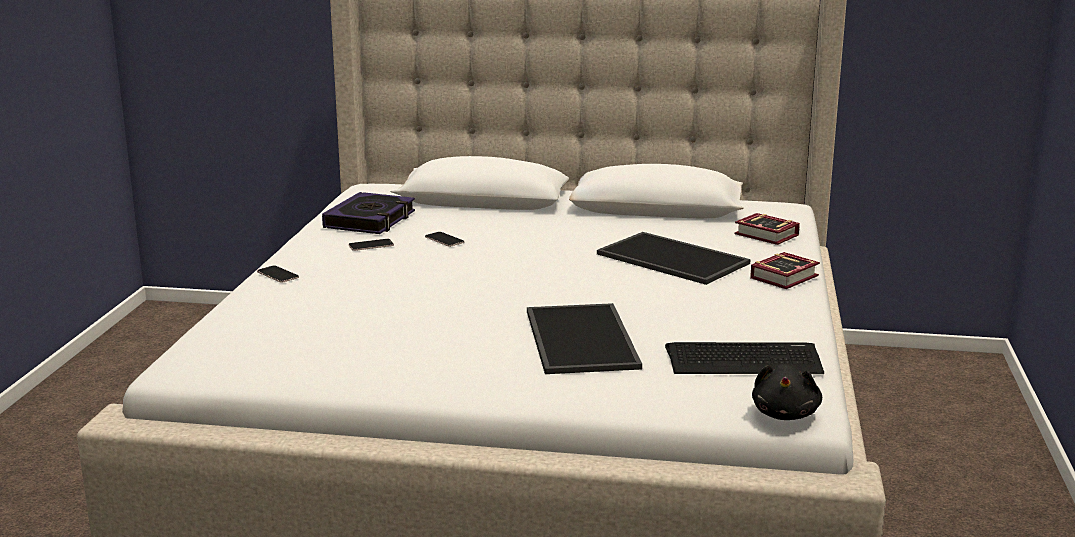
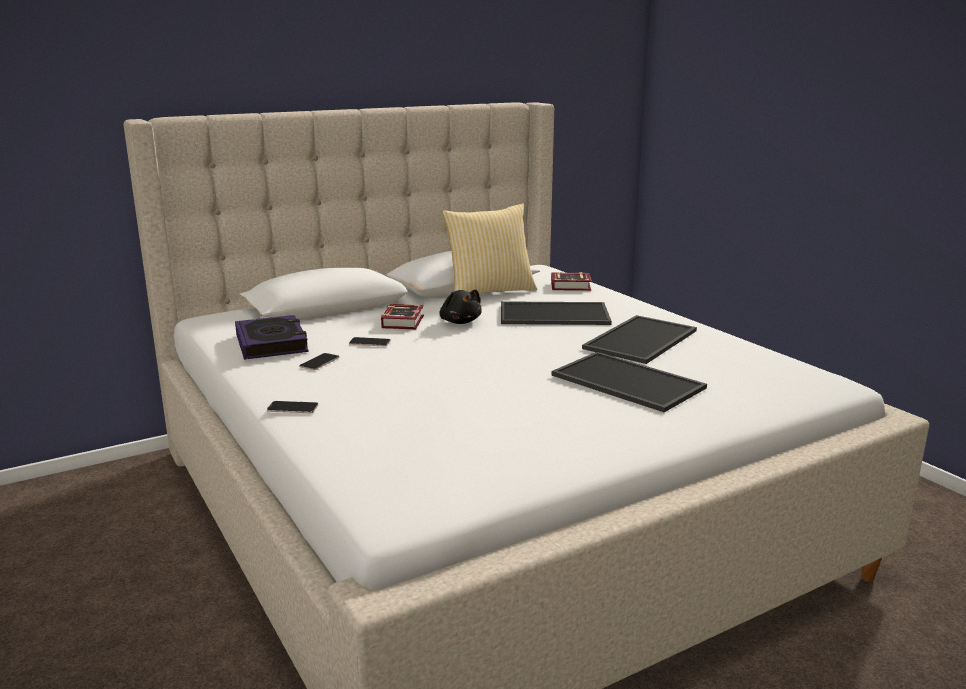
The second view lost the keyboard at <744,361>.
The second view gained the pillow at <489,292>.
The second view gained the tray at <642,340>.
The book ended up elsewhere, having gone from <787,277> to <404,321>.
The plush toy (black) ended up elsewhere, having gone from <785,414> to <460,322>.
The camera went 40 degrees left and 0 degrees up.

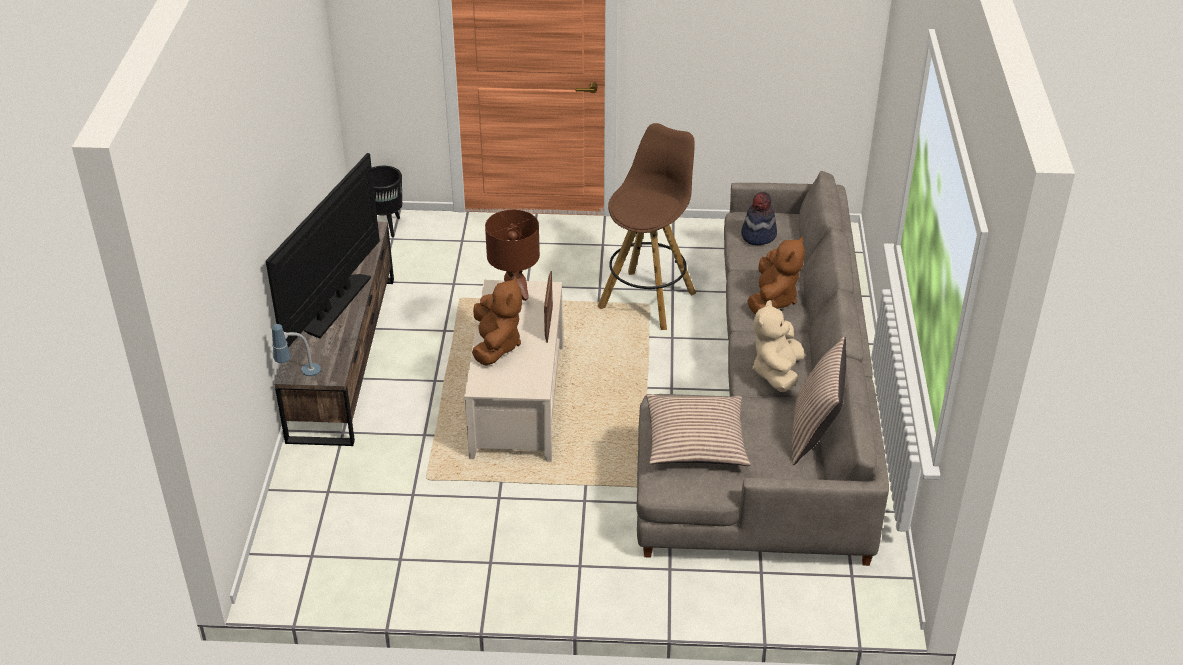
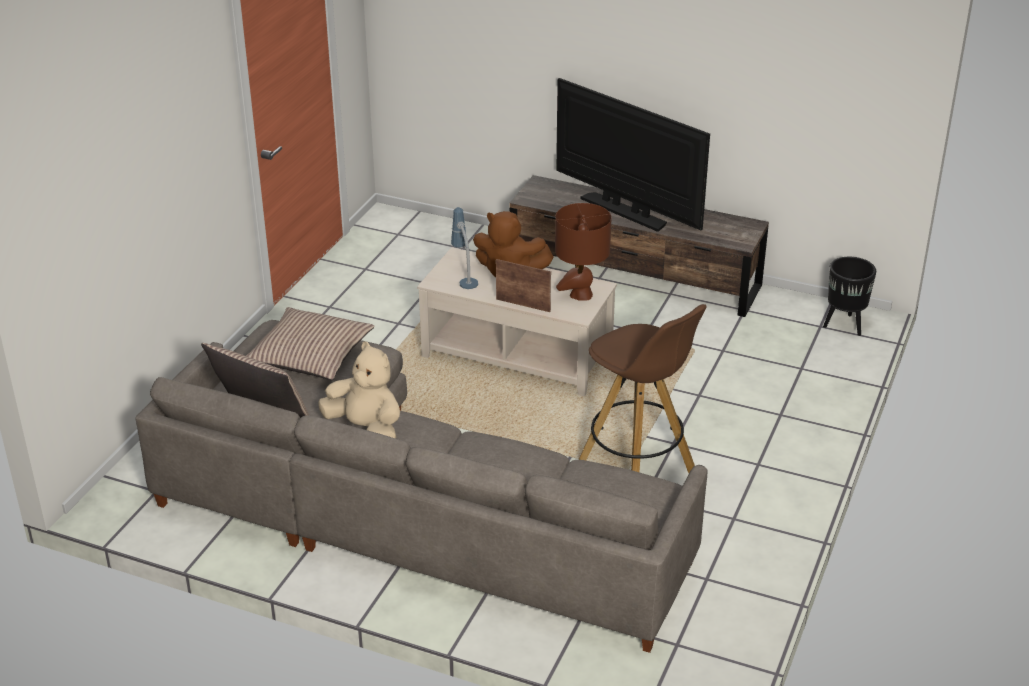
The second view lost the hat at <758,235>.
The second view lost the plush toy (brown) at <772,300>.
The table lamp ended up elsewhere, having gone from <299,376> to <464,277>.
The camera went 110 degrees right and 5 degrees down.

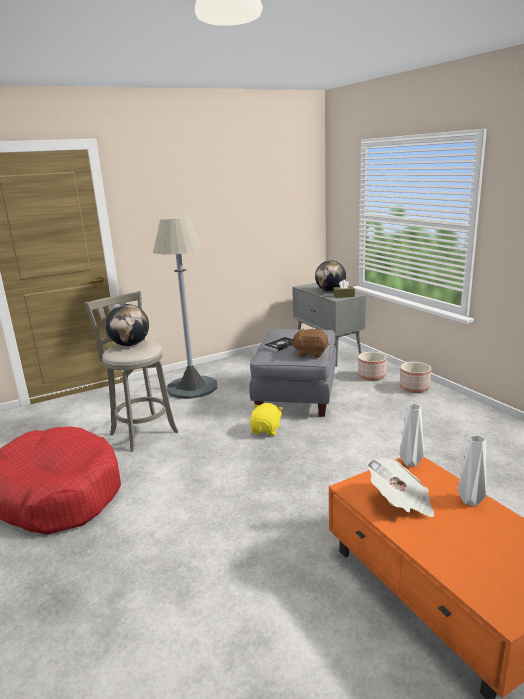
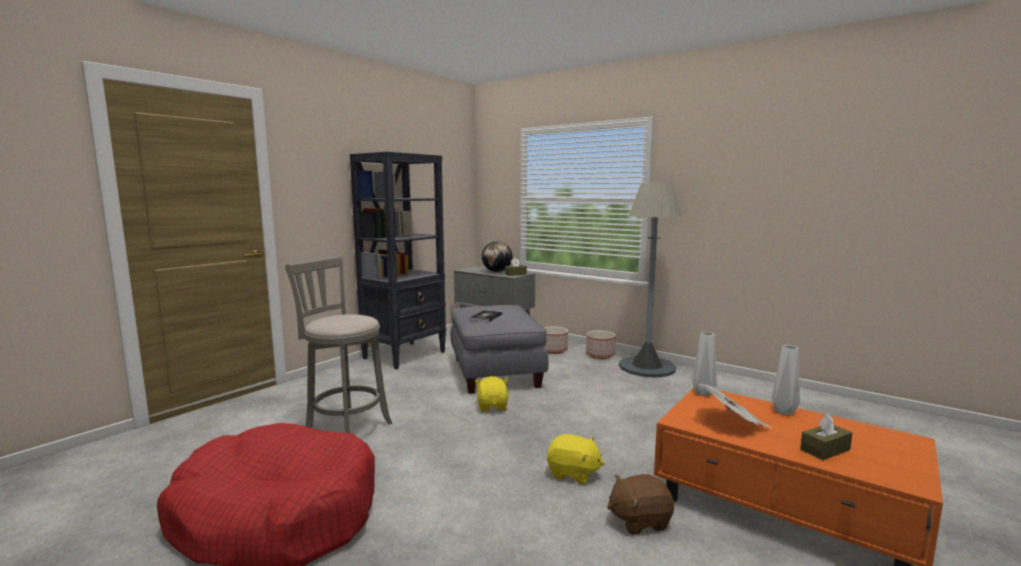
The second view lost the globe at <130,344>.
The second view gained the bookcase (black) at <405,355>.
The second view gained the plush toy (yellow) at <573,473>.
The second view gained the tissue box (brown) at <825,450>.
The floor lamp (grey) ended up elsewhere, having gone from <192,387> to <647,367>.
The plush toy (brown) ended up elsewhere, having gone from <310,353> to <639,520>.
The camera went 25 degrees left and 10 degrees down.

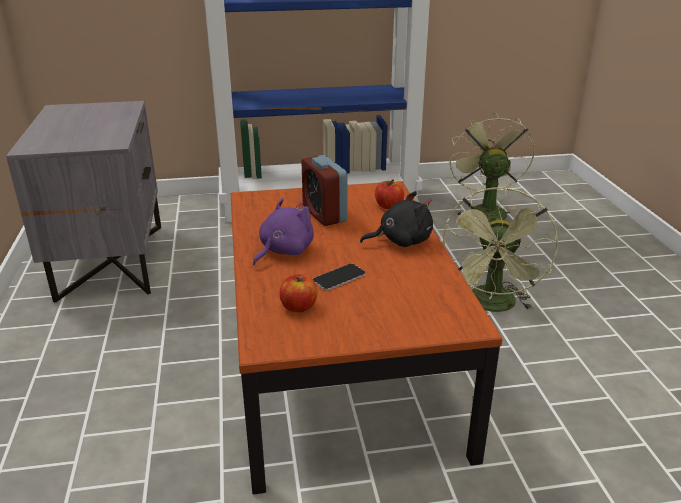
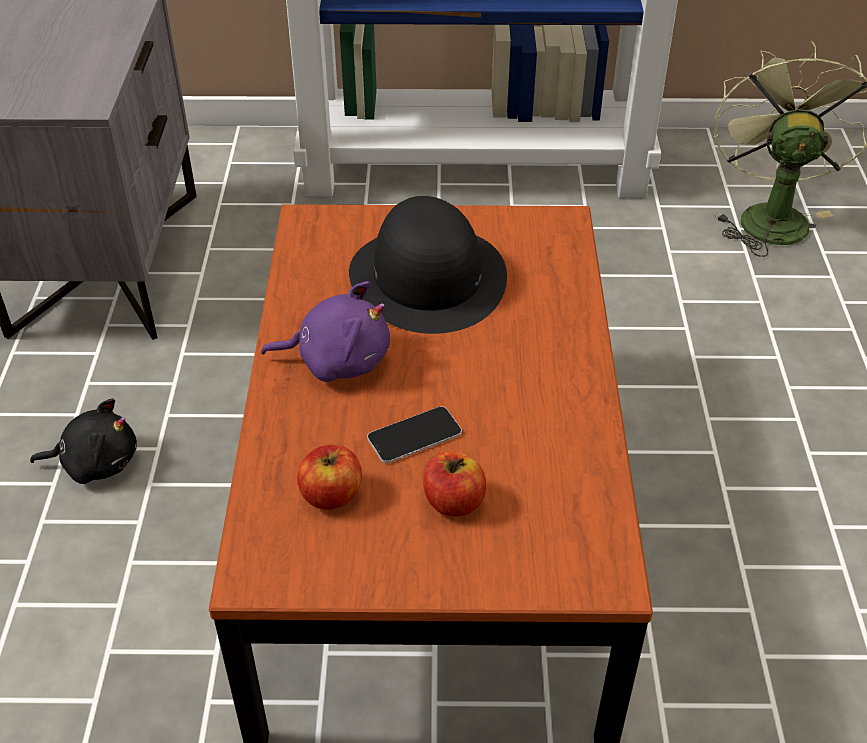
The second view lost the fan (green) at <493,306>.
The plush toy (black) ended up elsewhere, having gone from <401,241> to <96,462>.
The apple ended up elsewhere, having gone from <388,206> to <453,502>.
Where the alarm clock stood at <324,214>, the hat (black) came to stand at <428,278>.
The plush toy (purple) at <283,251> ended up facing another way, 45 degrees clockwise from before.
The camera went 10 degrees right and 15 degrees up.

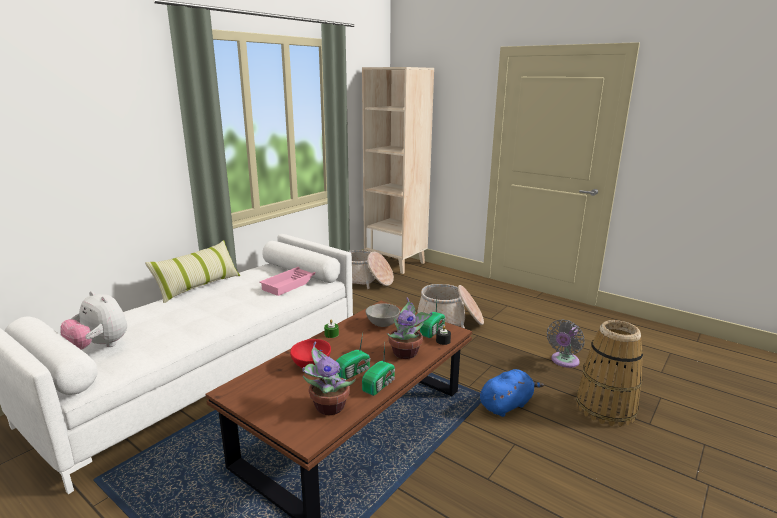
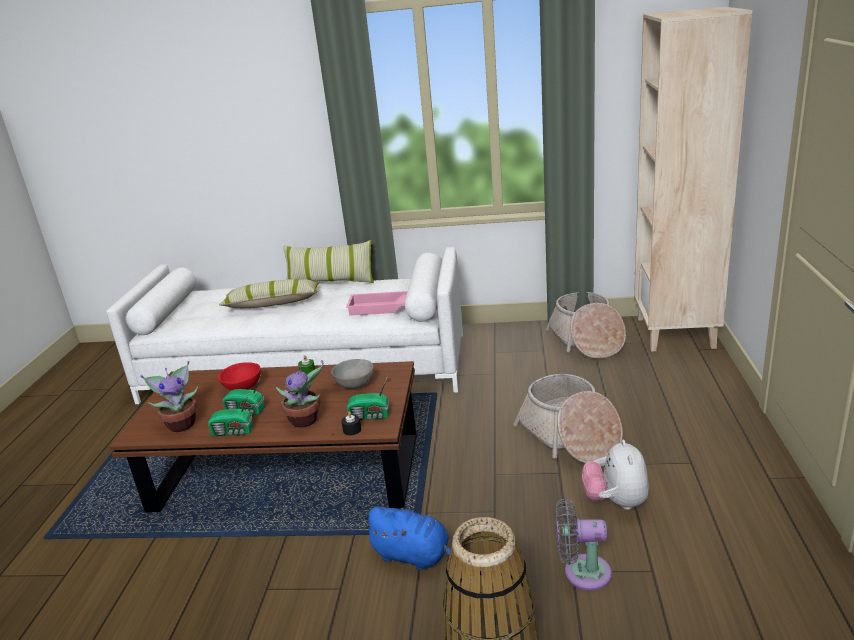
The second view gained the pillow at <273,304>.
The plush toy ended up elsewhere, having gone from <100,346> to <615,502>.
The camera went 60 degrees right and 5 degrees up.

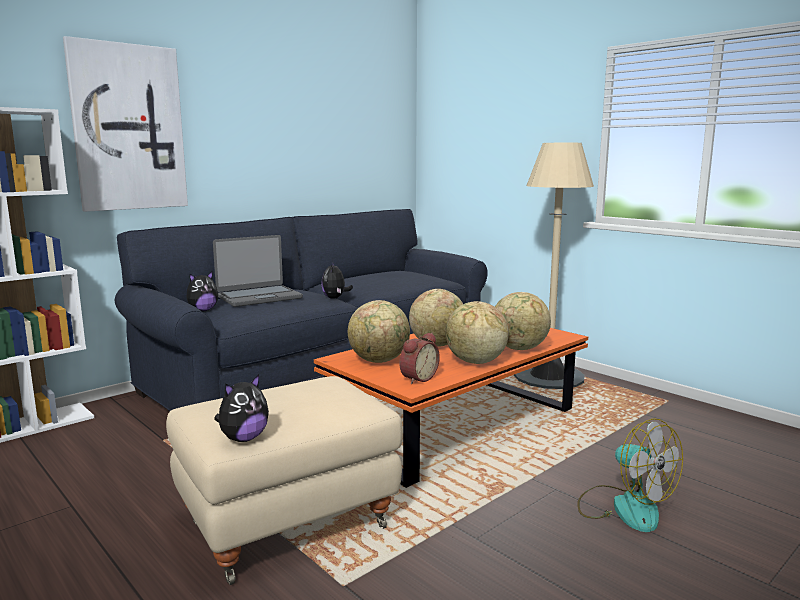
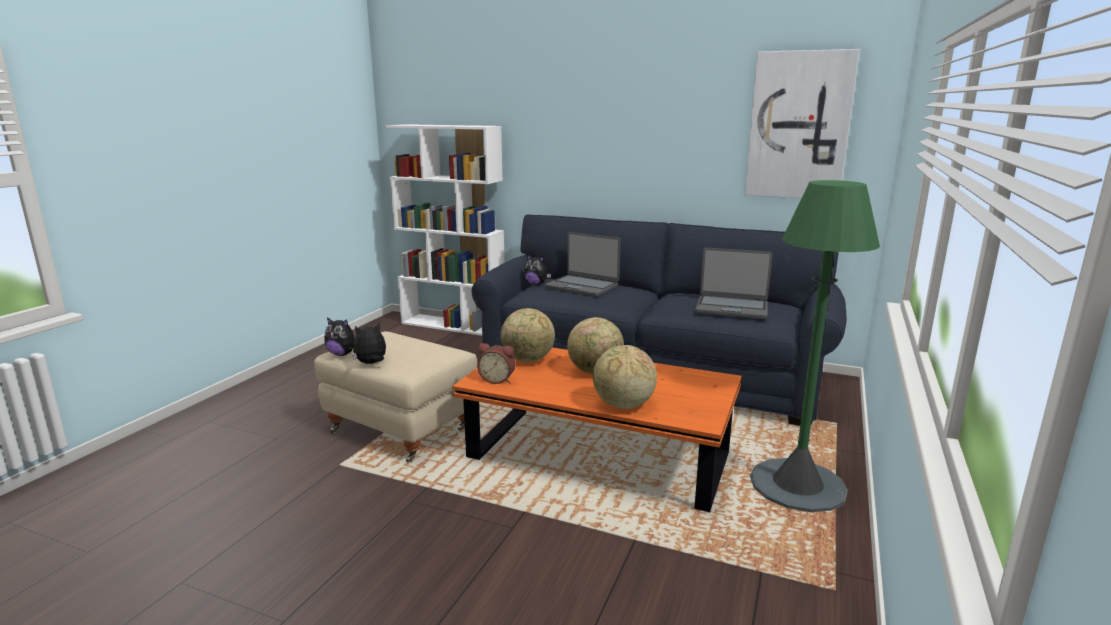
The second view lost the globe at <475,362>.
The second view lost the fan at <624,507>.
The second view gained the laptop at <731,308>.
The picture ended up elsewhere, having gone from <128,128> to <799,126>.
The plush toy ended up elsewhere, having gone from <335,298> to <371,363>.
What was the floor lamp (beige) at <549,377> turned into the floor lamp (green) at <797,486>.
The camera went 65 degrees right and 5 degrees up.

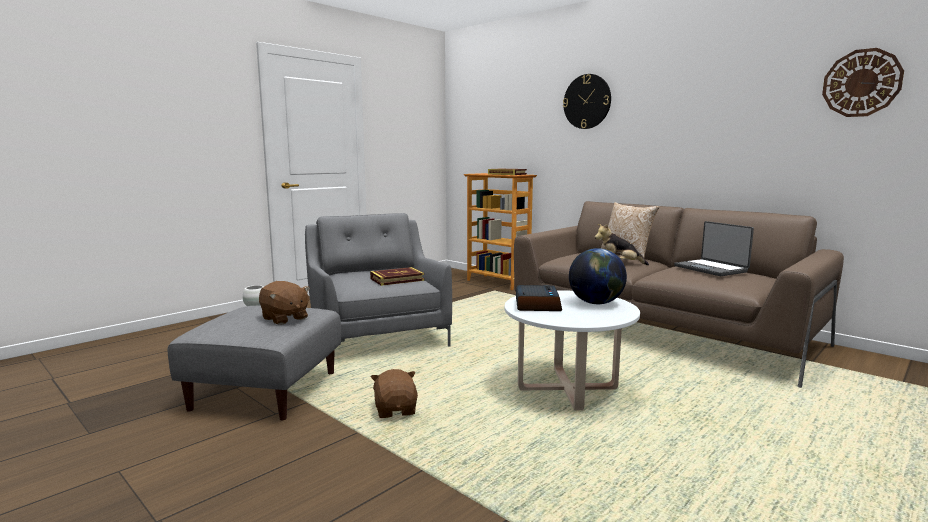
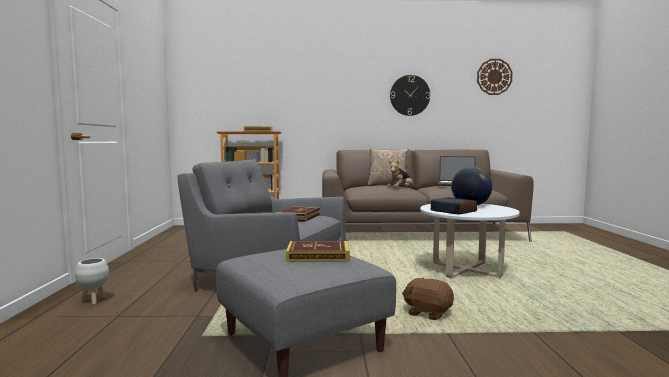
The wall clock ended up elsewhere, having gone from <587,101> to <409,95>.
Where the plush toy (brown) stood at <284,318>, the book came to stand at <318,255>.
The camera went 45 degrees left and 5 degrees down.

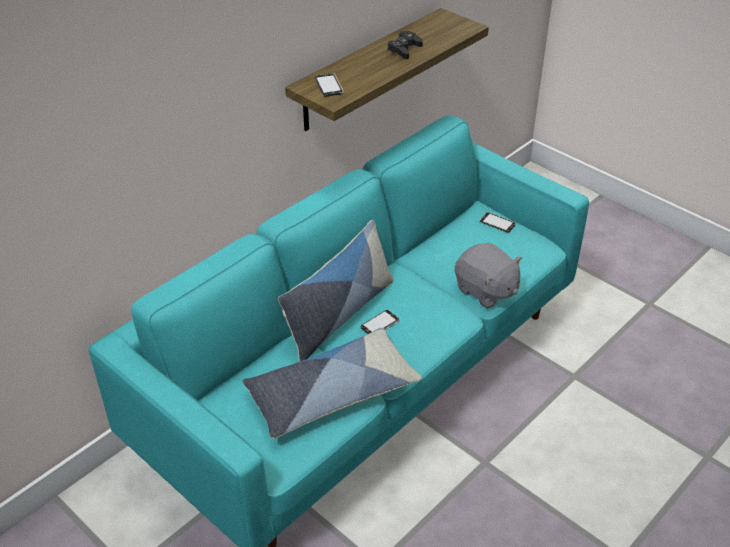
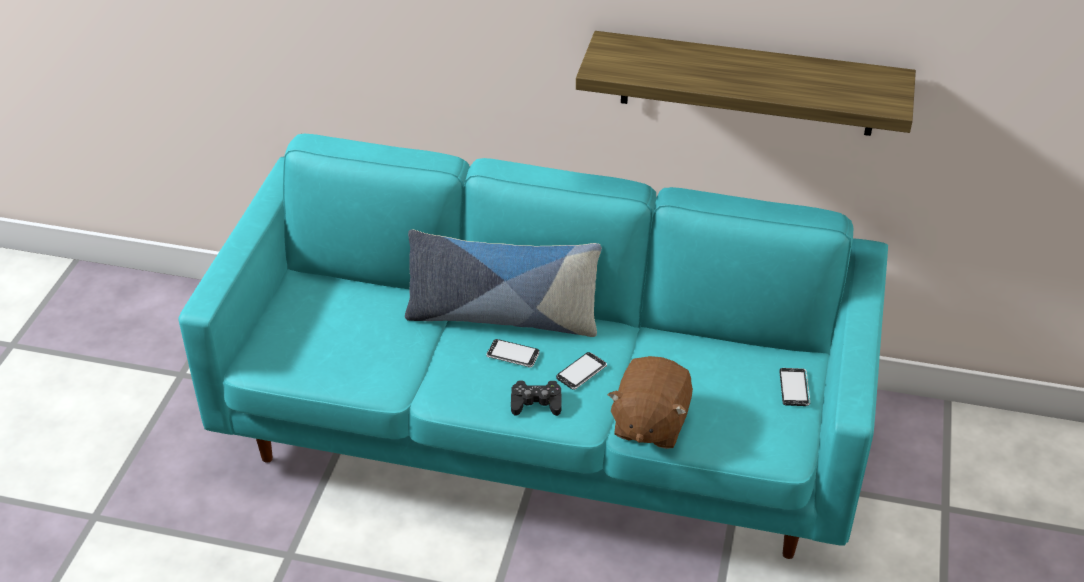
The second view lost the pillow at <331,392>.
The phone ended up elsewhere, having gone from <329,86> to <581,372>.
The game controller (black) ended up elsewhere, having gone from <404,49> to <536,403>.
What was the plush toy (grey) at <485,290> turned into the plush toy (brown) at <649,423>.
The camera went 60 degrees right and 0 degrees up.

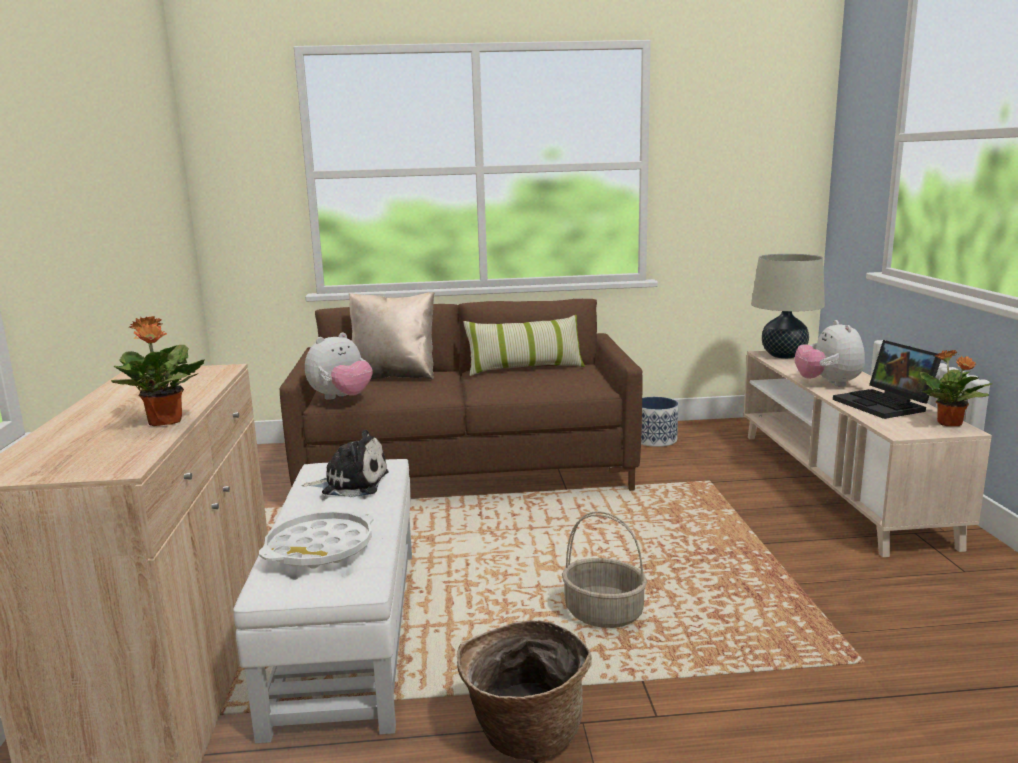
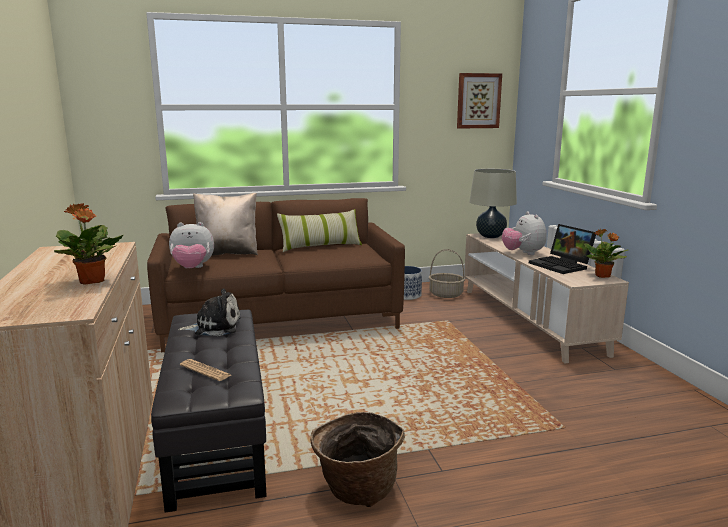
The second view gained the picture at <478,101>.
The basket ended up elsewhere, having gone from <604,613> to <446,294>.
Where the tray (white) stood at <320,548>, the newspaper came to stand at <205,370>.
What was the ottoman (white) at <346,632> turned into the ottoman (black) at <216,433>.
The plush toy at <341,398> ended up facing another way, 45 degrees clockwise from before.
The camera went 10 degrees left and 0 degrees up.

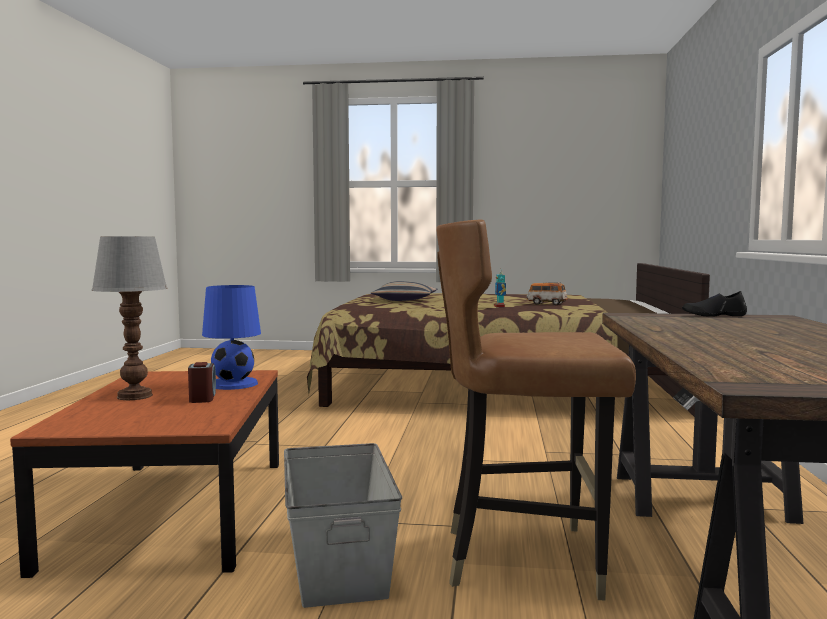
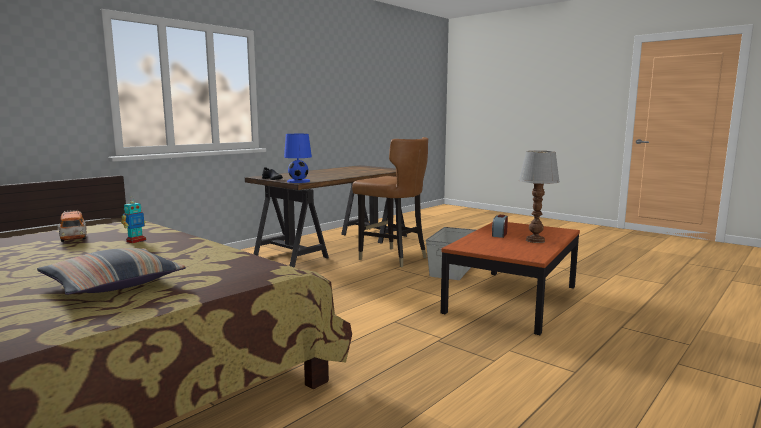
The table lamp (blue) ended up elsewhere, having gone from <233,384> to <298,181>.
The camera went 145 degrees left and 5 degrees up.

